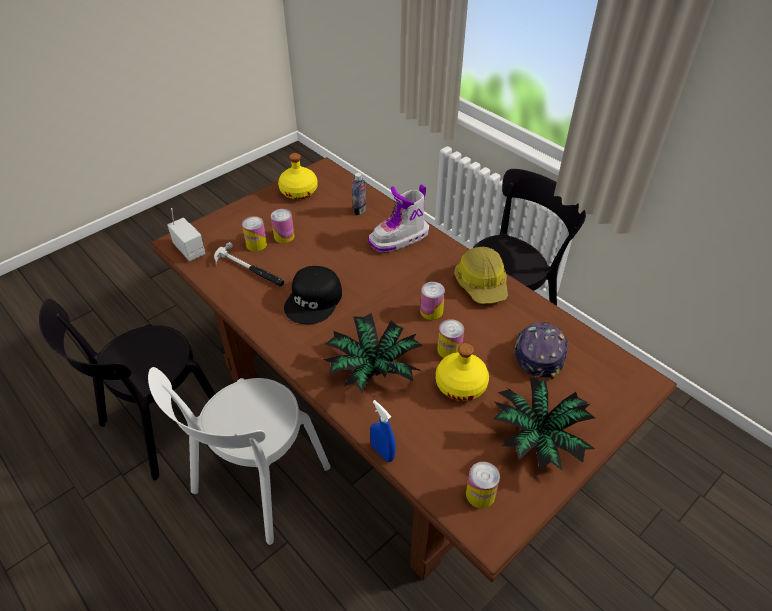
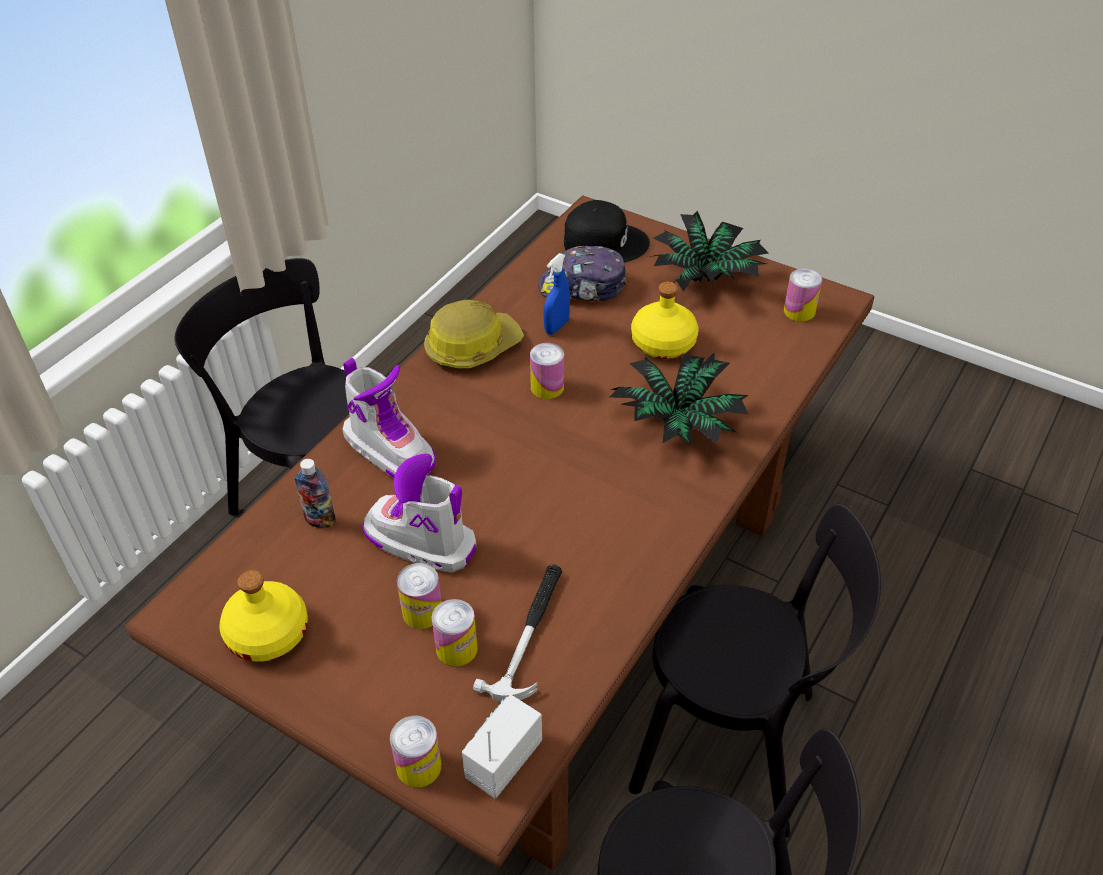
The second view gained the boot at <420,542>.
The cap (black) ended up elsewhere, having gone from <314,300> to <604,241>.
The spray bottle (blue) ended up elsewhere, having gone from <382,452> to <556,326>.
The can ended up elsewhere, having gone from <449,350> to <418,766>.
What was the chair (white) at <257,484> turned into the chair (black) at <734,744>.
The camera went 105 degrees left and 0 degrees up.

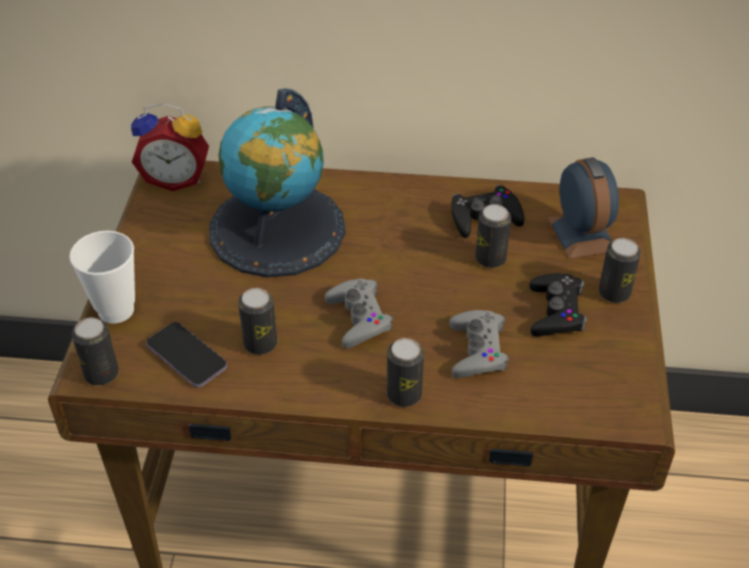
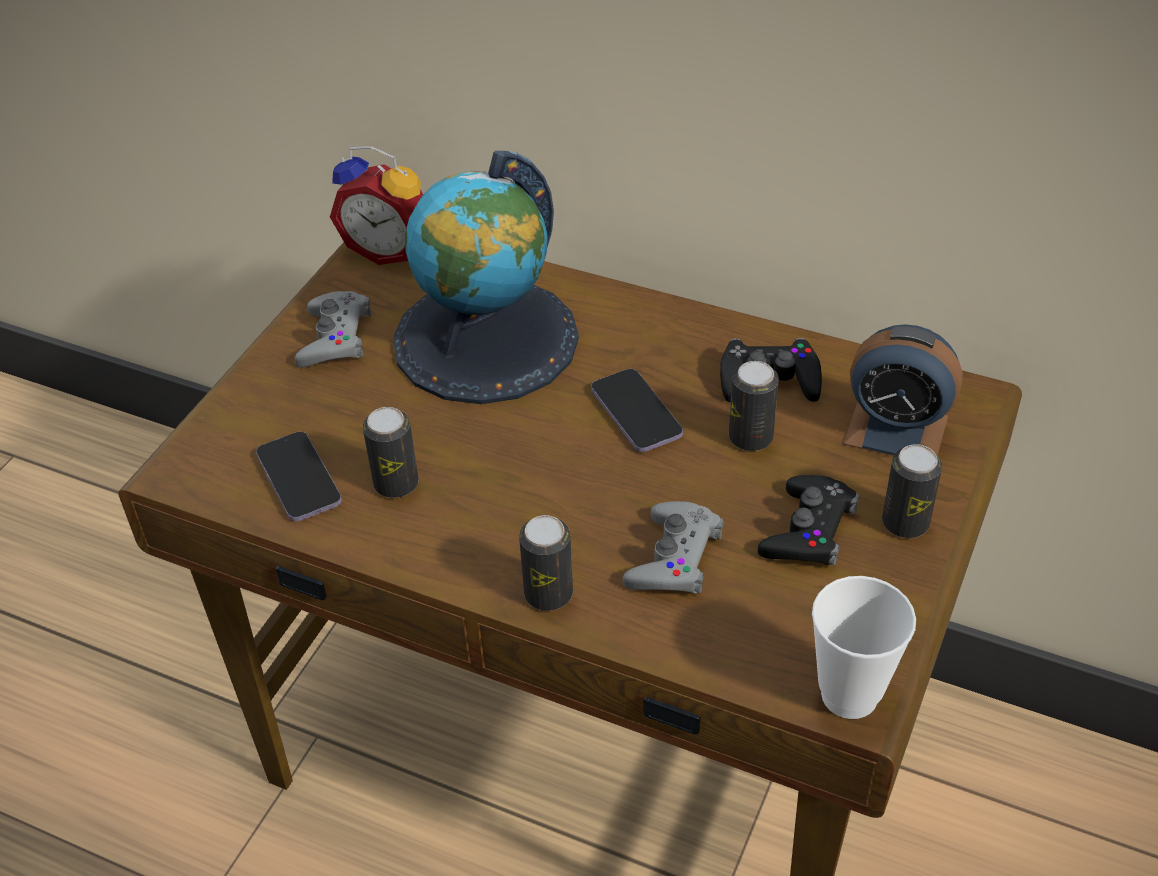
The second view lost the can at <101,374>.
The second view gained the phone at <636,413>.
The cup ended up elsewhere, having gone from <116,310> to <849,695>.
The game controller (grey) ended up elsewhere, having gone from <359,318> to <335,338>.
The alarm clock at <581,234> ended up facing another way, 105 degrees clockwise from before.
The camera went 20 degrees right and 0 degrees up.

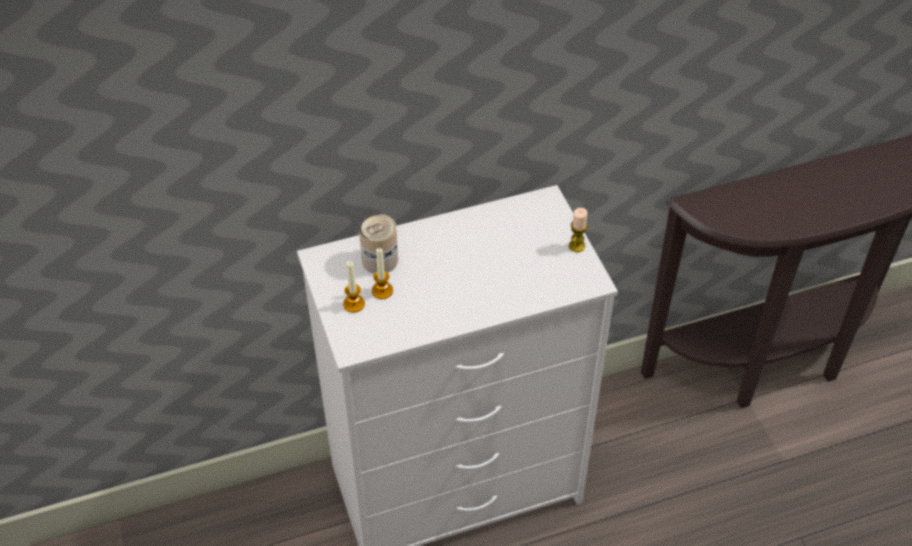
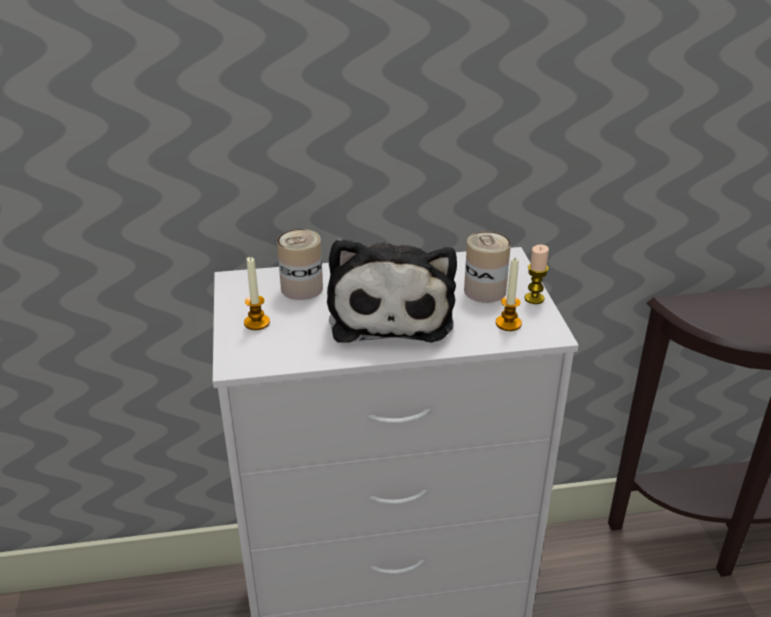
The second view gained the plush toy at <391,312>.
The second view gained the can at <485,291>.
The candle ended up elsewhere, having gone from <382,291> to <508,323>.
The camera went 10 degrees right and 15 degrees down.

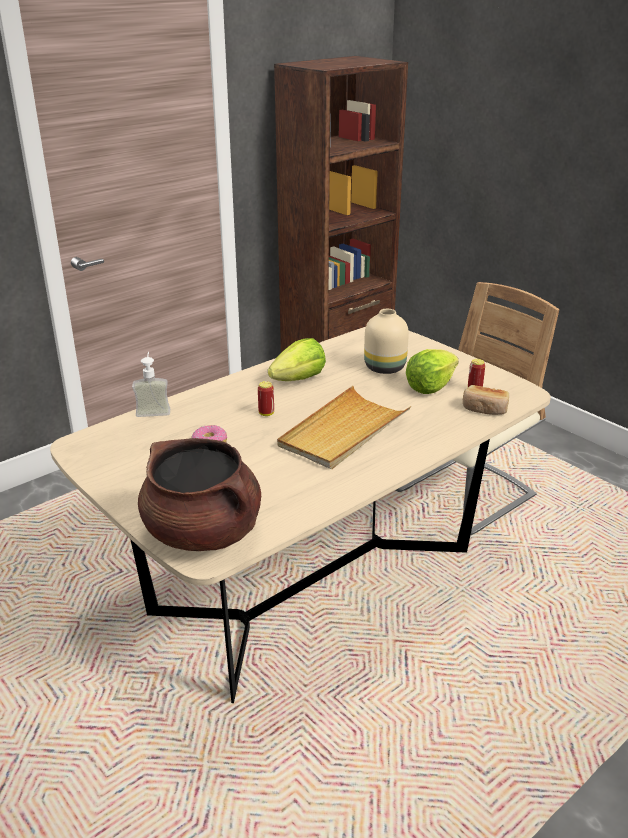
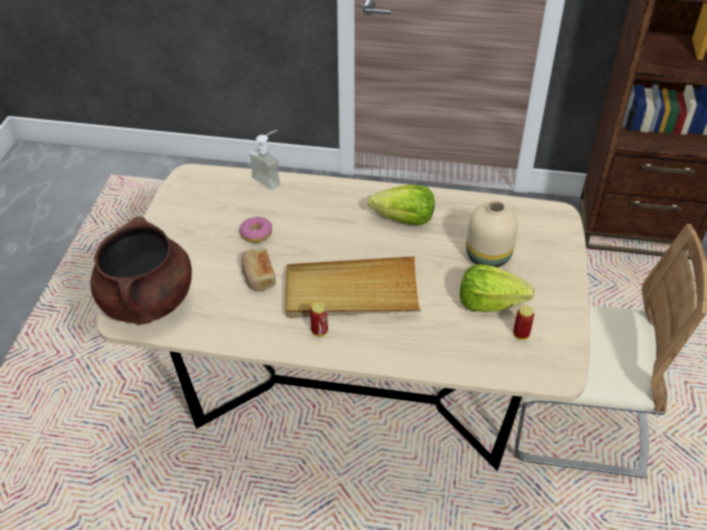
The can ended up elsewhere, having gone from <266,413> to <319,331>.
The bread ended up elsewhere, having gone from <485,409> to <258,277>.
The camera went 50 degrees right and 15 degrees up.

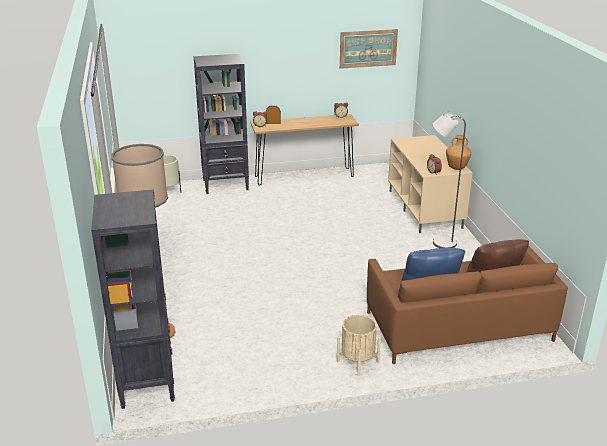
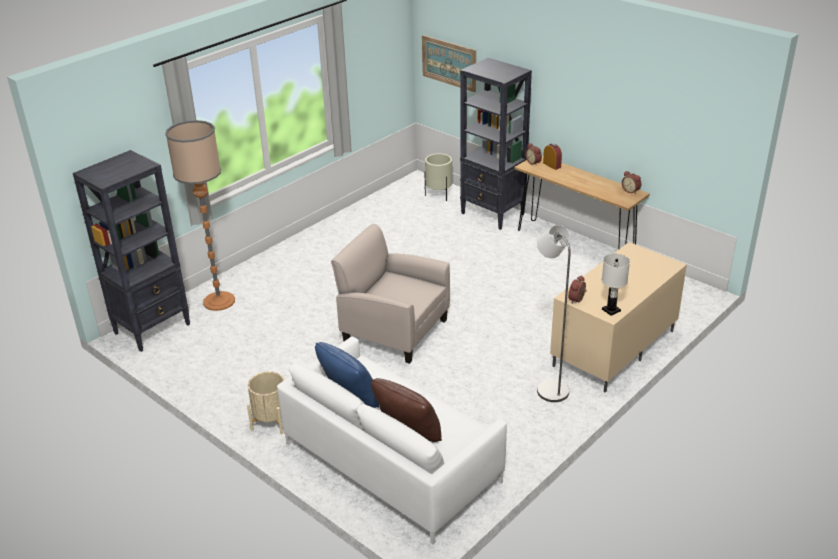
The second view gained the armchair (beige) at <394,330>.
The picture ended up elsewhere, having gone from <368,48> to <449,63>.
Where the vase (brown) stood at <456,168>, the table lamp (white) came to stand at <610,310>.
What was the sofa (brown) at <457,326> turned into the sofa (white) at <392,461>.
The camera went 55 degrees right and 5 degrees up.

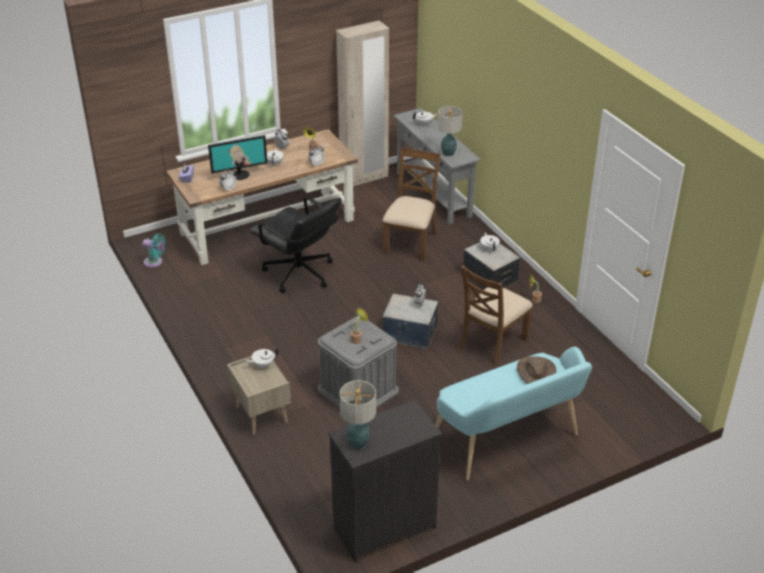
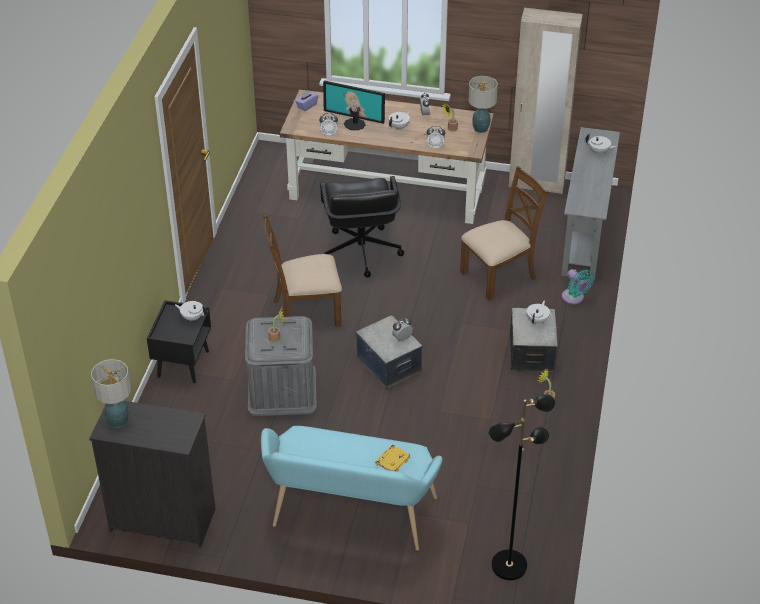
The second view gained the floor lamp (black) at <509,564>.
The fan (turquoise) ended up elsewhere, having gone from <155,262> to <574,298>.
The table lamp ended up elsewhere, having gone from <448,153> to <480,129>.
The chair (brown) ended up elsewhere, having gone from <492,343> to <305,312>.
Where the hat (brown) stood at <536,372>, the book (yellow) came to stand at <392,460>.
What was the nightstand (beige) at <261,414> turned into the nightstand (black) at <183,363>.
The camera went 40 degrees right and 5 degrees up.

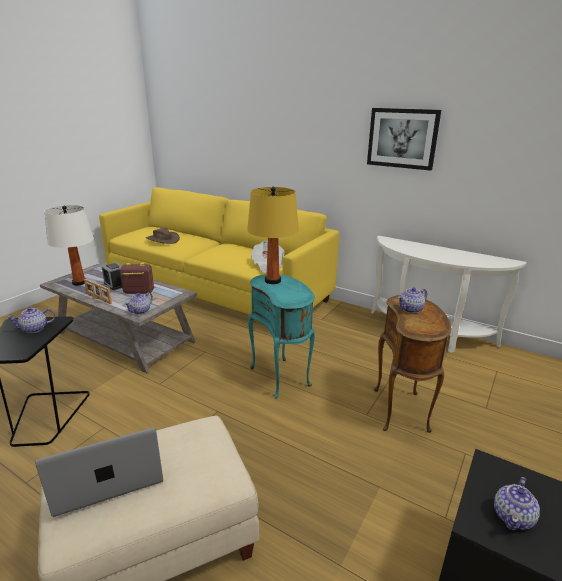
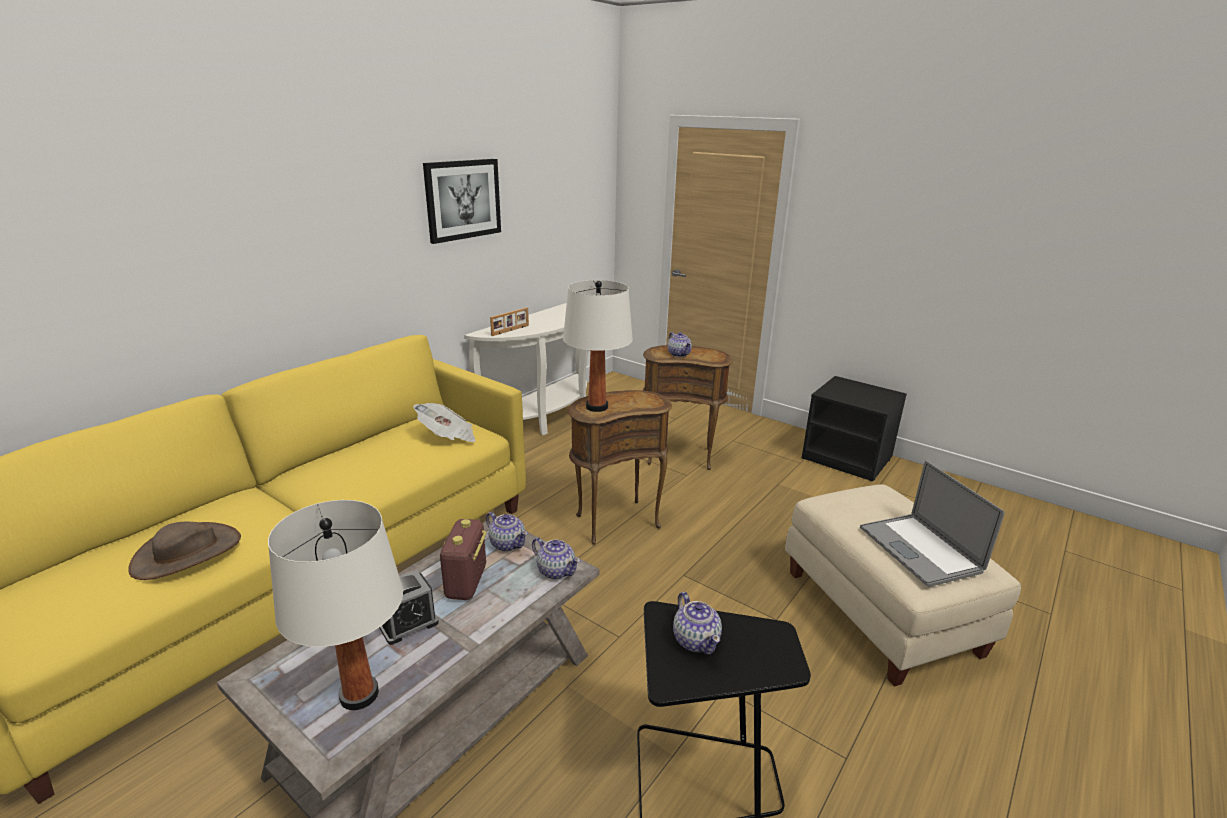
The picture frame ended up elsewhere, having gone from <98,298> to <510,330>.
The teapot ended up elsewhere, having gone from <513,517> to <507,543>.
What was the table lamp (yellow) at <272,280> turned into the table lamp (white) at <596,407>.
What was the side table (turquoise) at <282,377> turned into the side table (brown) at <615,520>.
The camera went 85 degrees left and 0 degrees up.

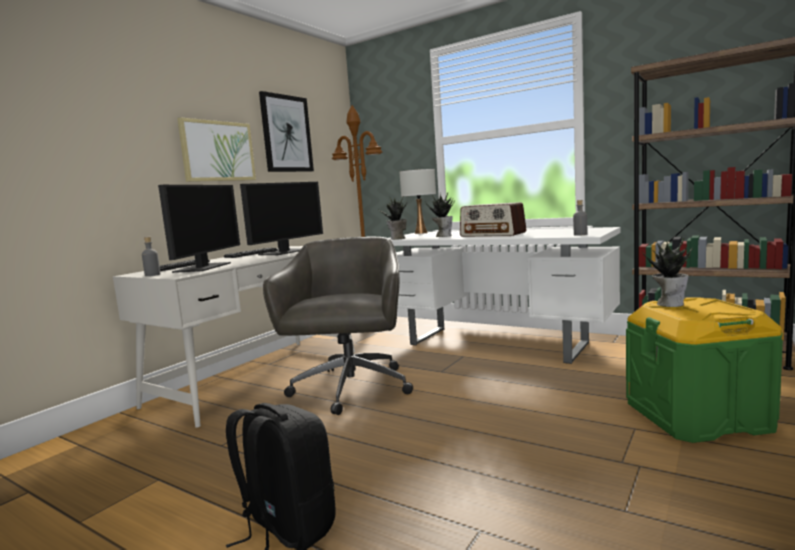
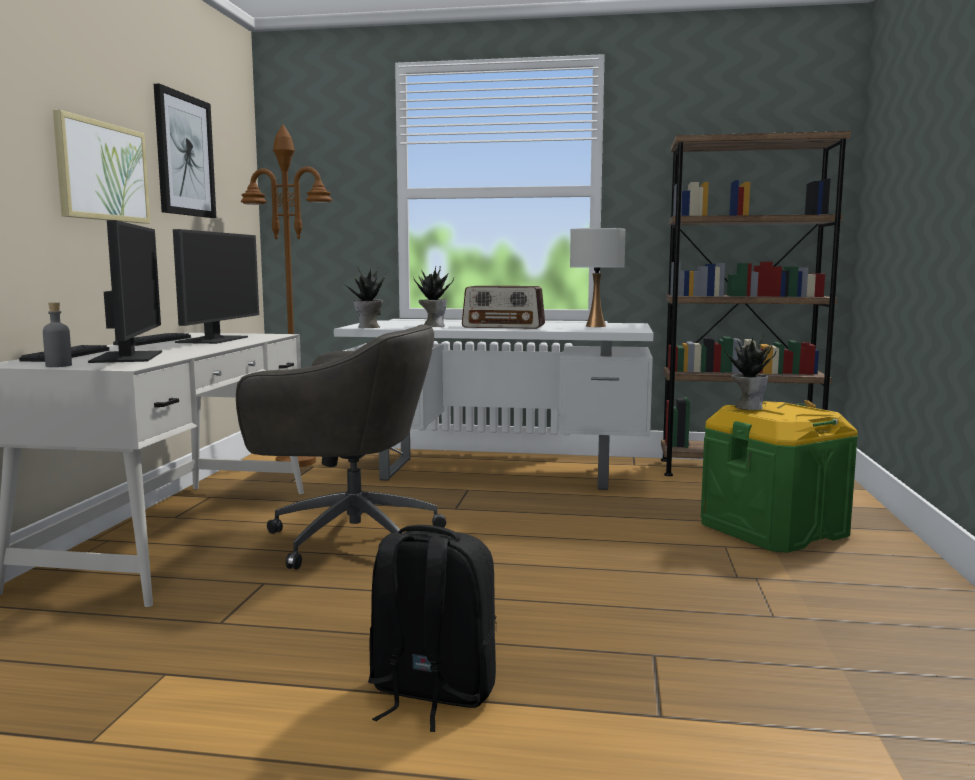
The second view lost the bottle (grey) at <580,234>.
The table lamp (white) ended up elsewhere, having gone from <421,233> to <595,326>.
The office chair (grey) at <350,389> ended up facing another way, 120 degrees clockwise from before.
The camera went 25 degrees left and 0 degrees up.

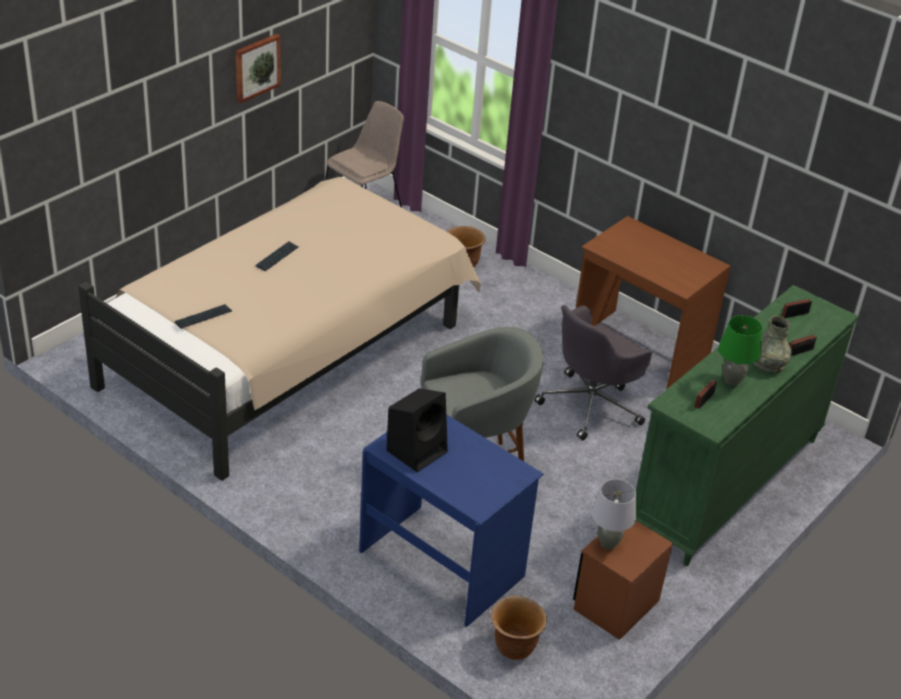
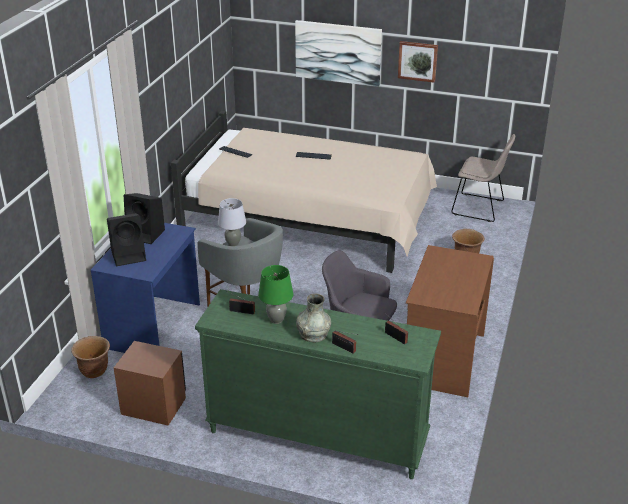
The second view gained the speaker (black) at <129,255>.
The second view gained the picture at <338,52>.
The table lamp (grey) ended up elsewhere, having gone from <608,544> to <233,244>.
The camera went 70 degrees right and 5 degrees down.

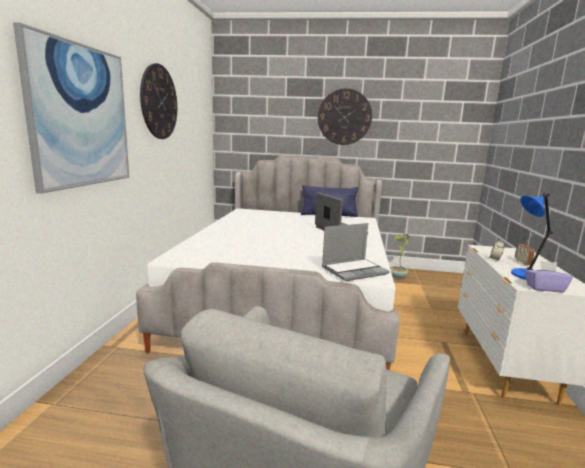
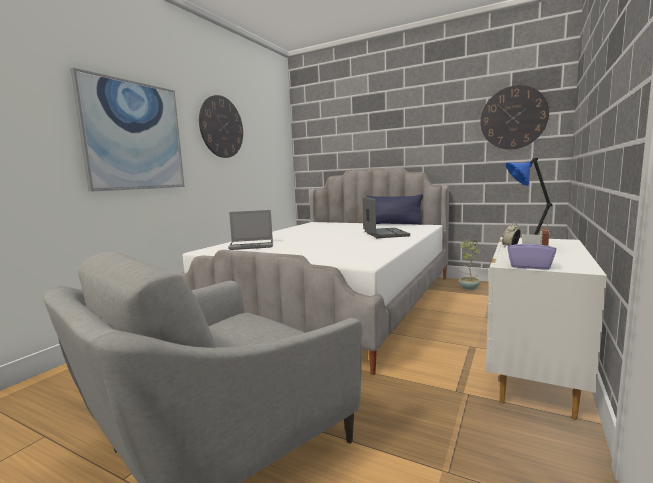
The wall clock ended up elsewhere, having gone from <344,117> to <513,118>.
The laptop ended up elsewhere, having gone from <354,270> to <252,245>.
The camera went 20 degrees right and 5 degrees down.

